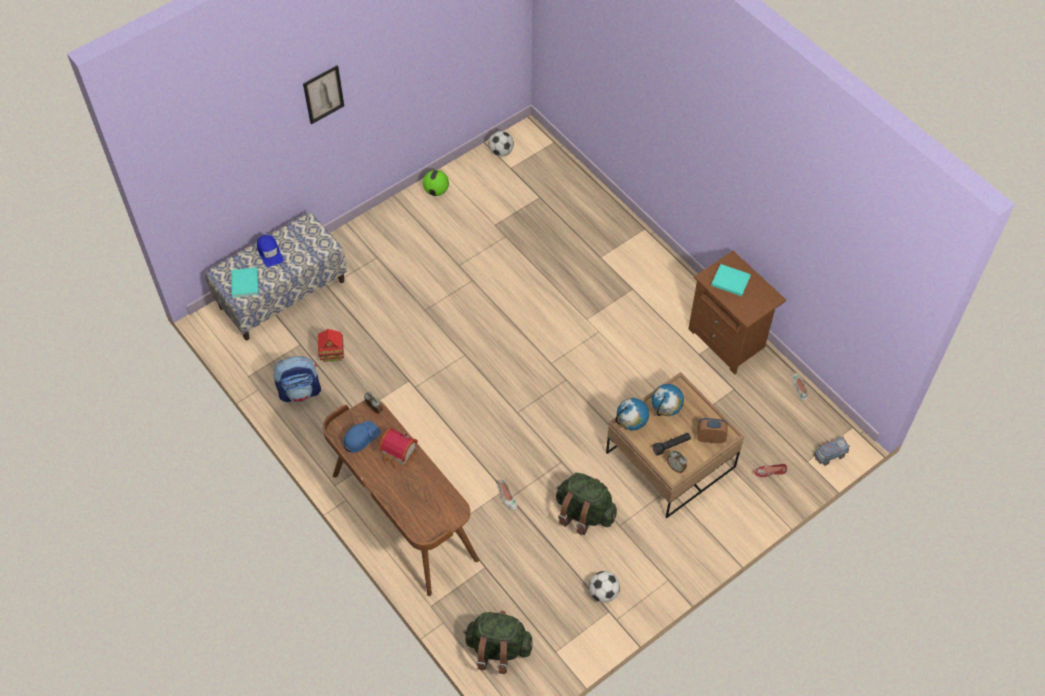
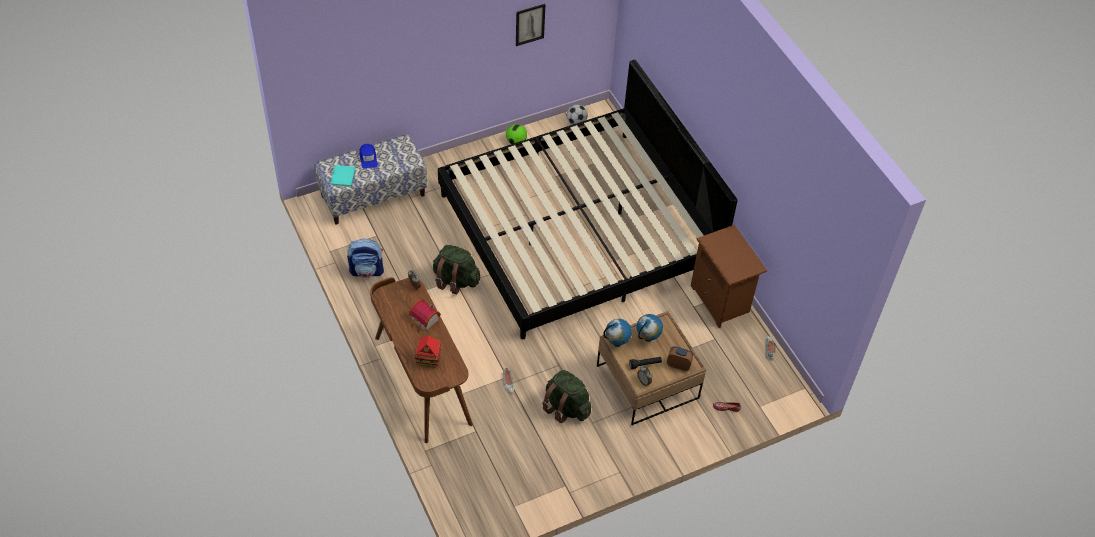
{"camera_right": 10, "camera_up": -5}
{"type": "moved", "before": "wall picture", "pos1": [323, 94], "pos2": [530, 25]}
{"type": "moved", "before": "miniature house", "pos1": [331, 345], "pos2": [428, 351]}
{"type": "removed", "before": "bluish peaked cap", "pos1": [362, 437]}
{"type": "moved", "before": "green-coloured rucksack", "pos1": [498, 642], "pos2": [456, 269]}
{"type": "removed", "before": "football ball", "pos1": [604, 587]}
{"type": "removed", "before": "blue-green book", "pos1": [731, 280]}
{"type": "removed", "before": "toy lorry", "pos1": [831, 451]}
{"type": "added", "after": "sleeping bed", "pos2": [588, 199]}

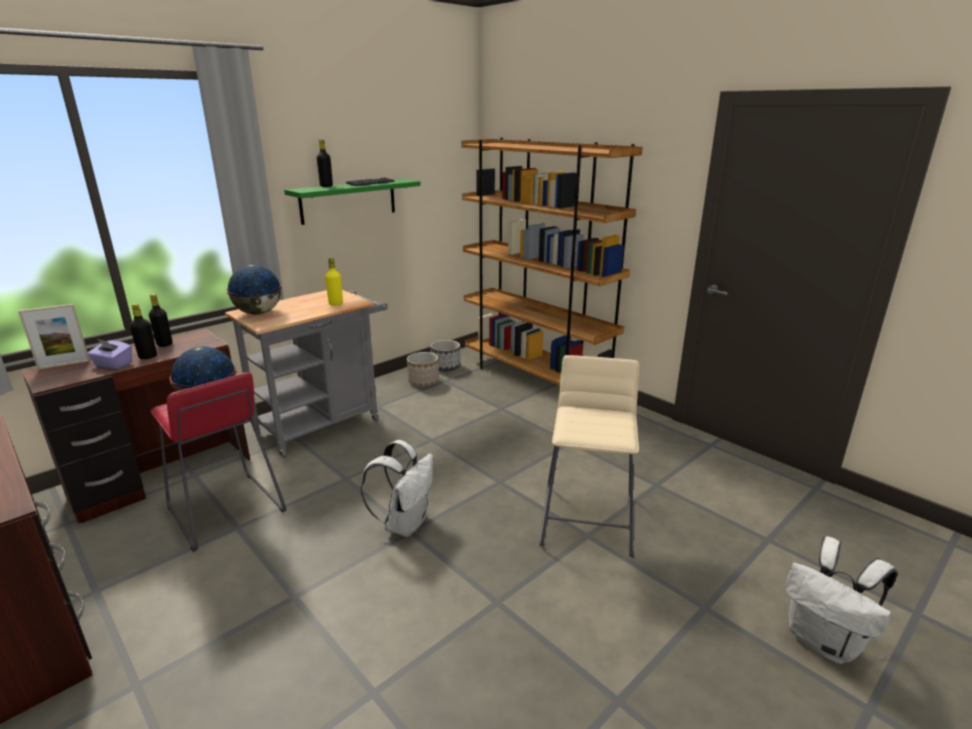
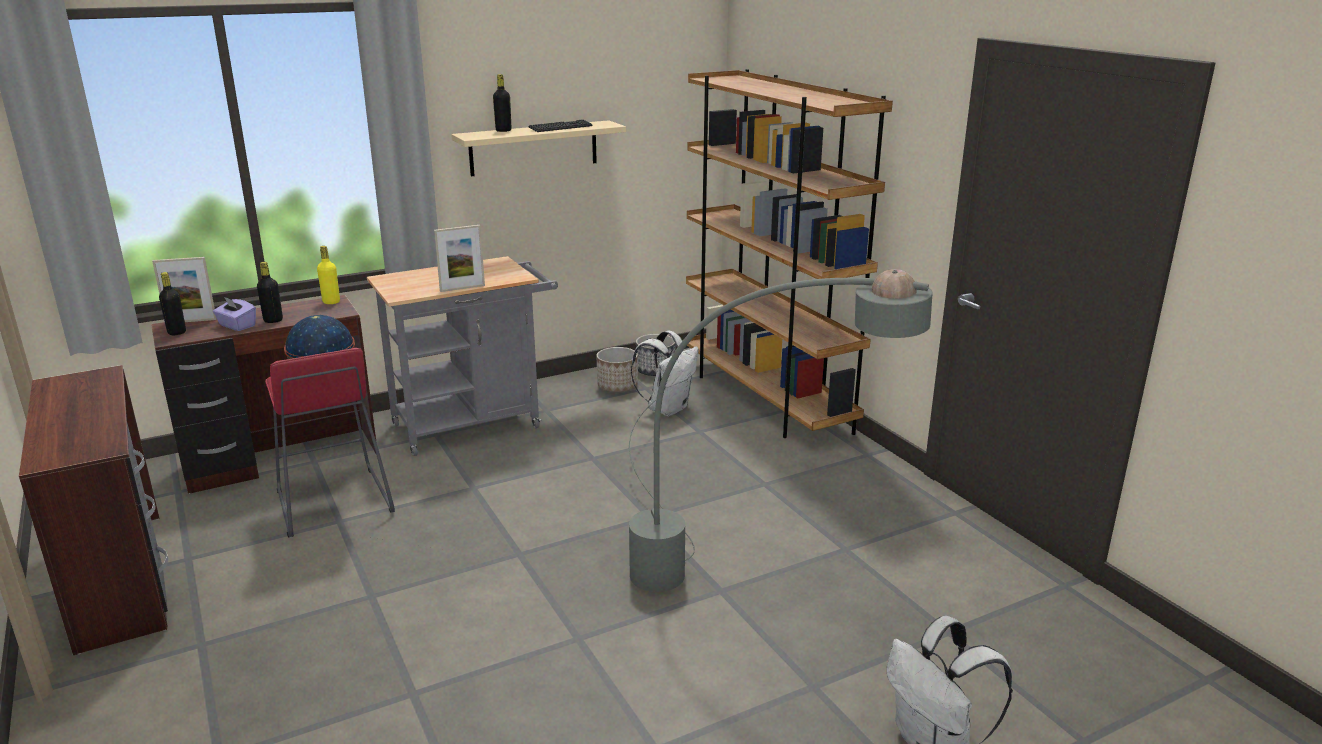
{"camera_right": 15, "camera_up": 0}
{"type": "moved", "before": "black-coloured beverage bottle", "pos1": [161, 320], "pos2": [172, 303]}
{"type": "removed", "before": "world globe", "pos1": [254, 290]}
{"type": "recoloured", "before": "green-coloured shelf", "after": "beige shelf", "pos1": [352, 202], "pos2": [538, 148]}
{"type": "moved", "before": "yellow-coloured beverage bottle", "pos1": [334, 282], "pos2": [328, 275]}
{"type": "moved", "before": "whitish rucksack", "pos1": [397, 488], "pos2": [665, 374]}
{"type": "replaced", "before": "beige sitting stool", "after": "grey floor lamp", "pos1": [589, 456], "pos2": [781, 430]}
{"type": "added", "after": "standing frame", "pos2": [459, 258]}

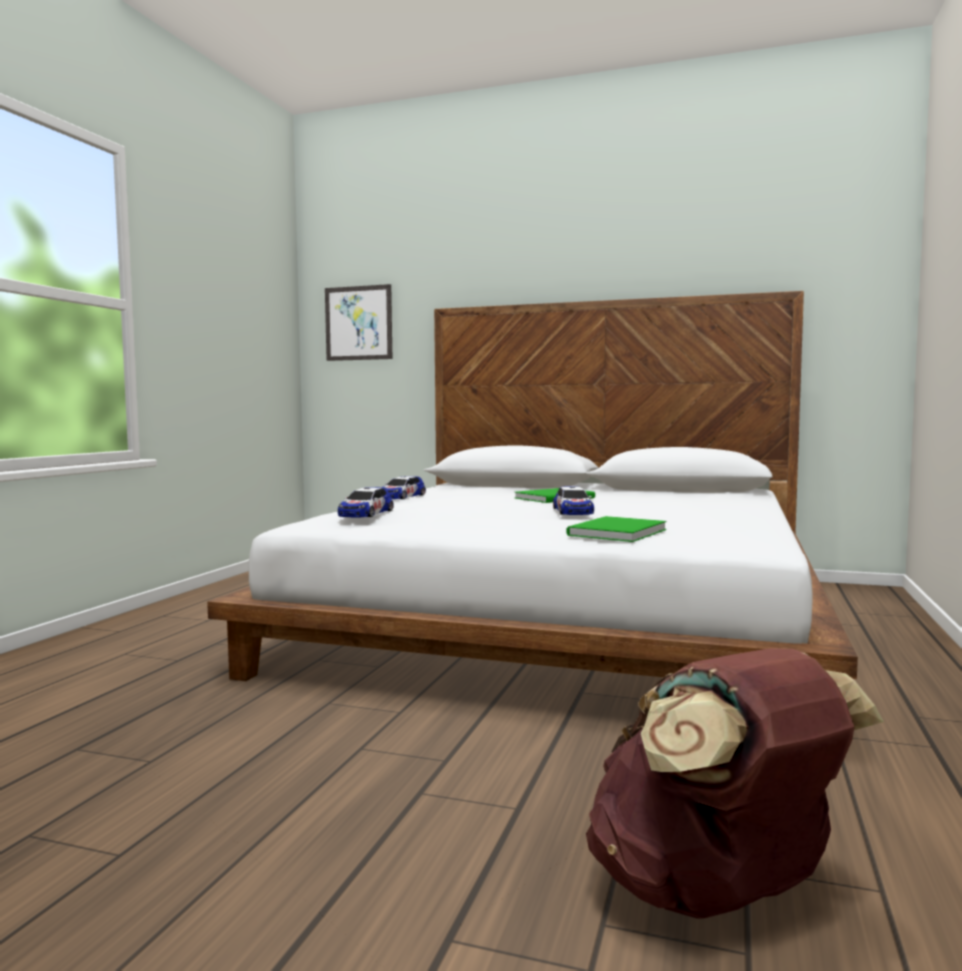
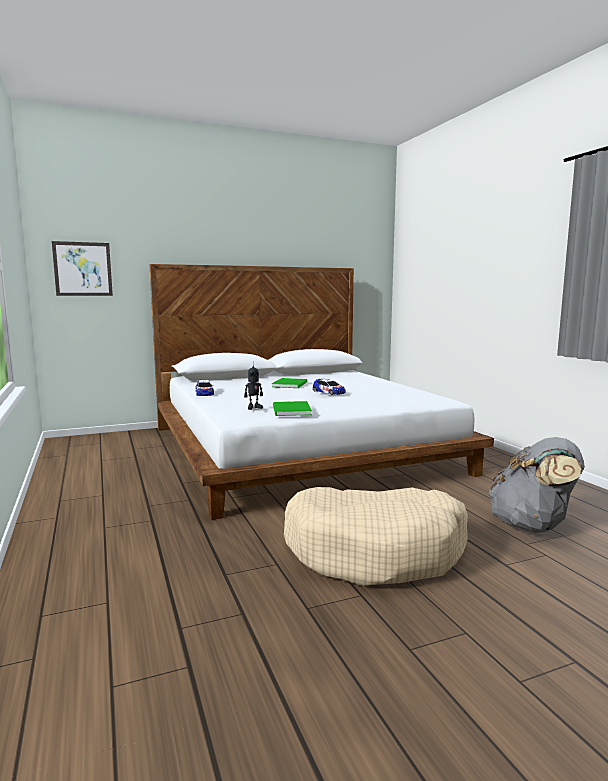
{"camera_right": -40, "camera_up": 5}
{"type": "replaced", "before": "miniature car", "after": "toy robot", "pos1": [366, 502], "pos2": [253, 388]}
{"type": "moved", "before": "green-coloured book", "pos1": [616, 529], "pos2": [292, 408]}
{"type": "recoloured", "before": "brownish rucksack", "after": "grey rucksack", "pos1": [735, 783], "pos2": [537, 485]}
{"type": "added", "after": "beige dog bed", "pos2": [376, 536]}

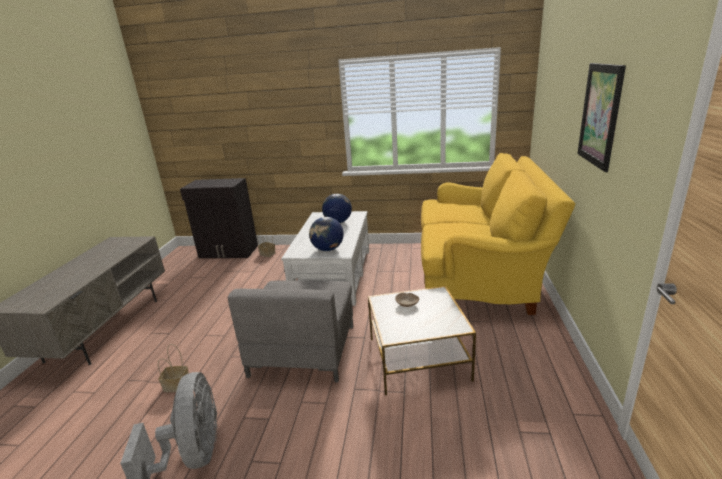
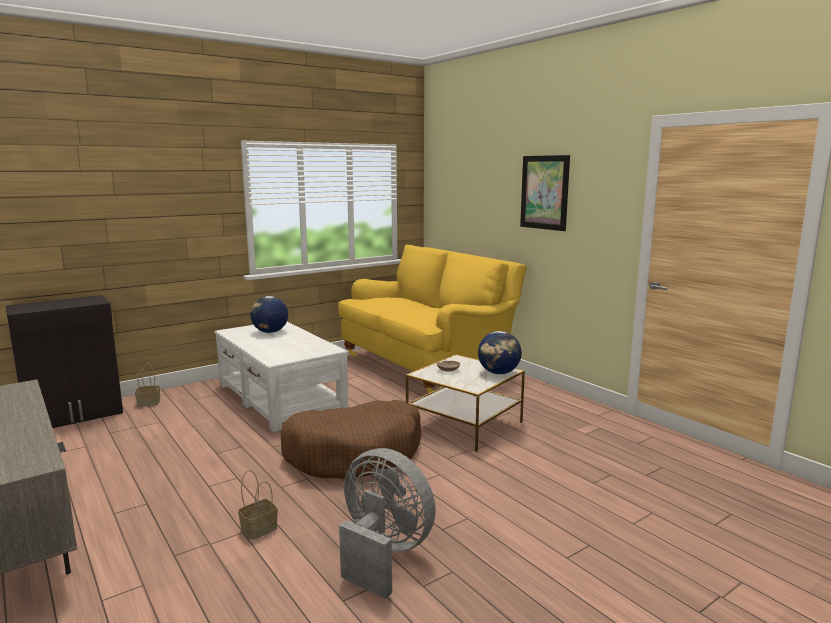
{"camera_right": -45, "camera_up": -10}
{"type": "replaced", "before": "grey armchair", "after": "brownish dog bed", "pos1": [290, 331], "pos2": [350, 439]}
{"type": "moved", "before": "world globe", "pos1": [326, 234], "pos2": [500, 352]}

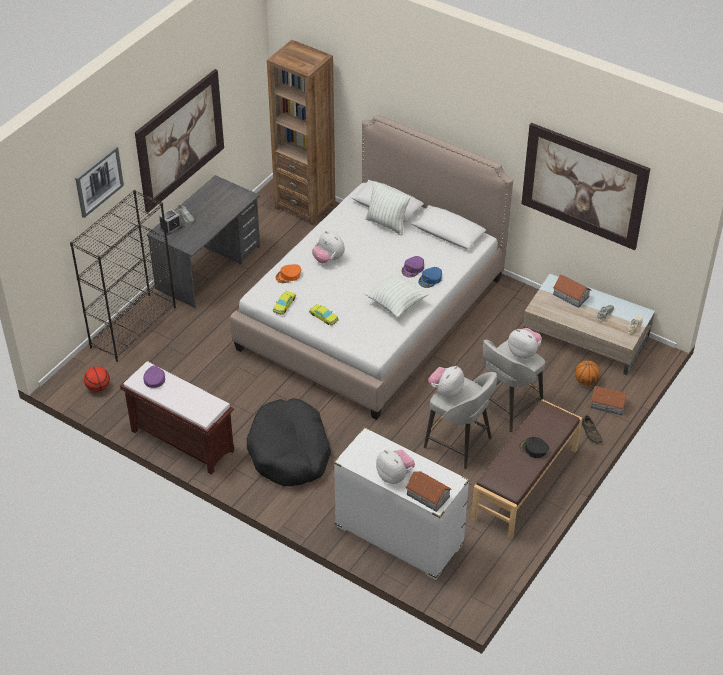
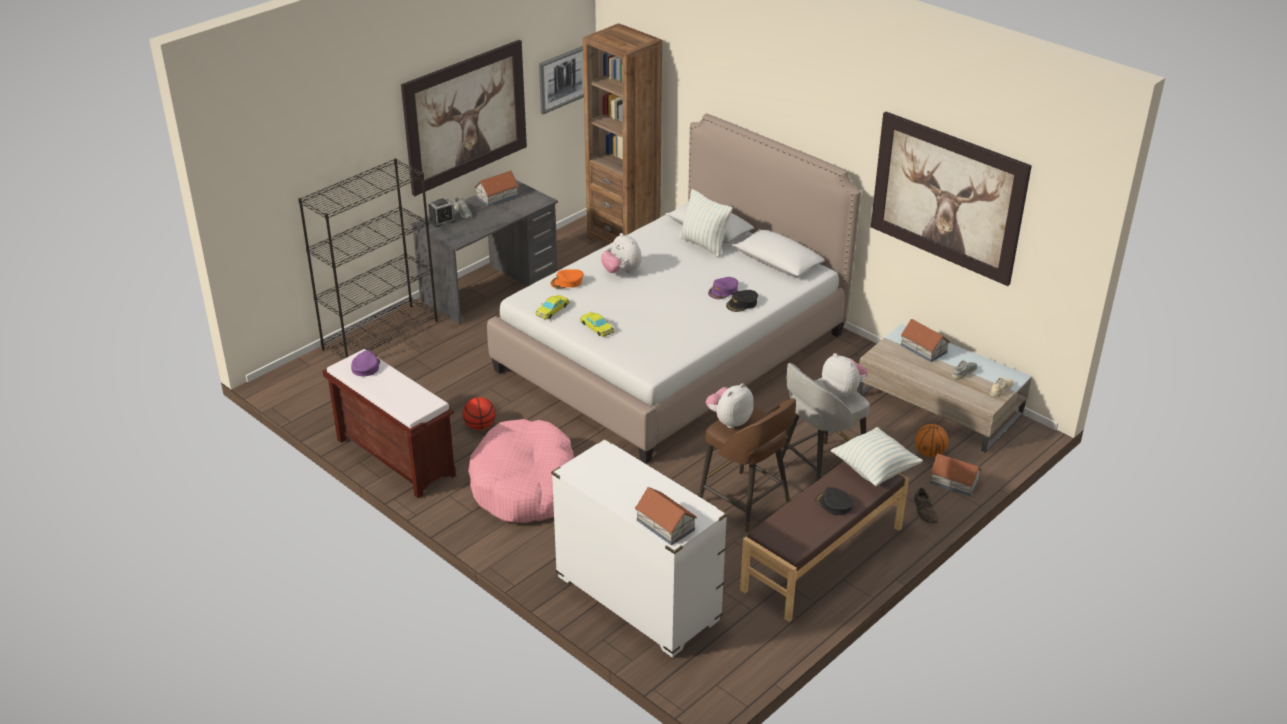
{"camera_right": 10, "camera_up": -10}
{"type": "moved", "before": "wall picture", "pos1": [99, 182], "pos2": [561, 80]}
{"type": "moved", "before": "basketball ball", "pos1": [97, 379], "pos2": [479, 413]}
{"type": "recoloured", "before": "black-coloured dog bed", "after": "pink dog bed", "pos1": [289, 442], "pos2": [521, 471]}
{"type": "moved", "before": "pillow", "pos1": [396, 295], "pos2": [877, 456]}
{"type": "removed", "before": "cuddly toy", "pos1": [395, 466]}
{"type": "recoloured", "before": "bluish peaked cap", "after": "black-coloured peaked cap", "pos1": [430, 277], "pos2": [742, 301]}
{"type": "recoloured", "before": "grey sitting stool", "after": "brownish sitting stool", "pos1": [460, 420], "pos2": [747, 465]}
{"type": "added", "after": "miniature house", "pos2": [496, 189]}

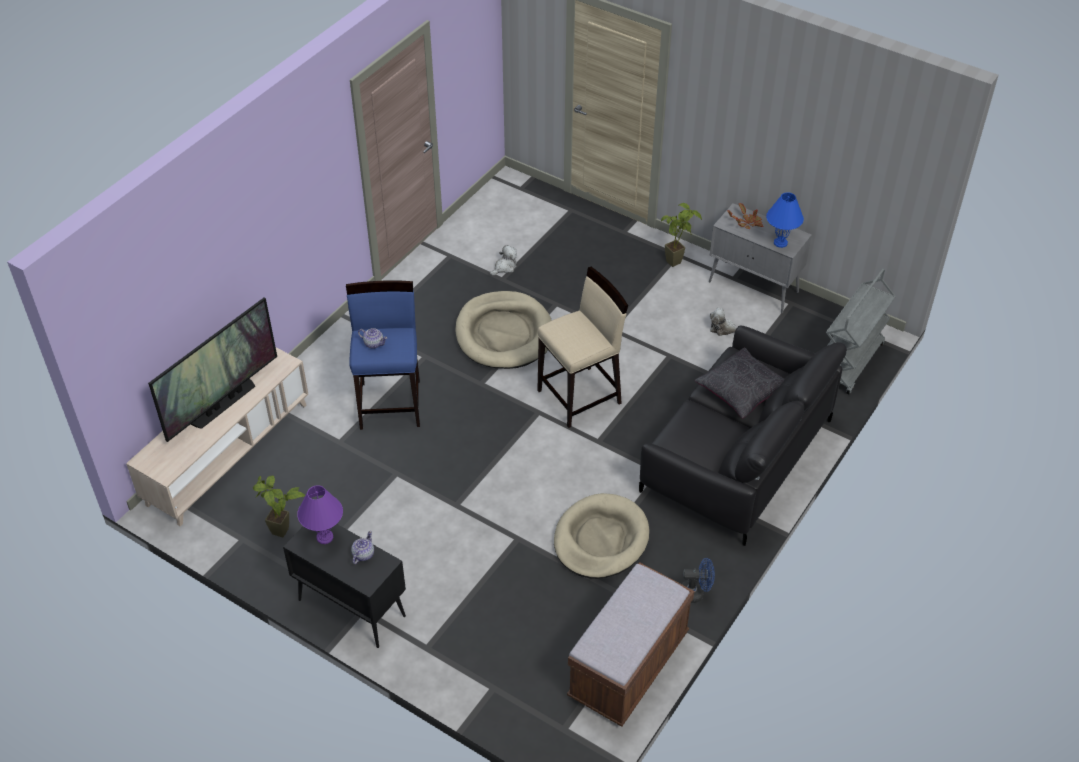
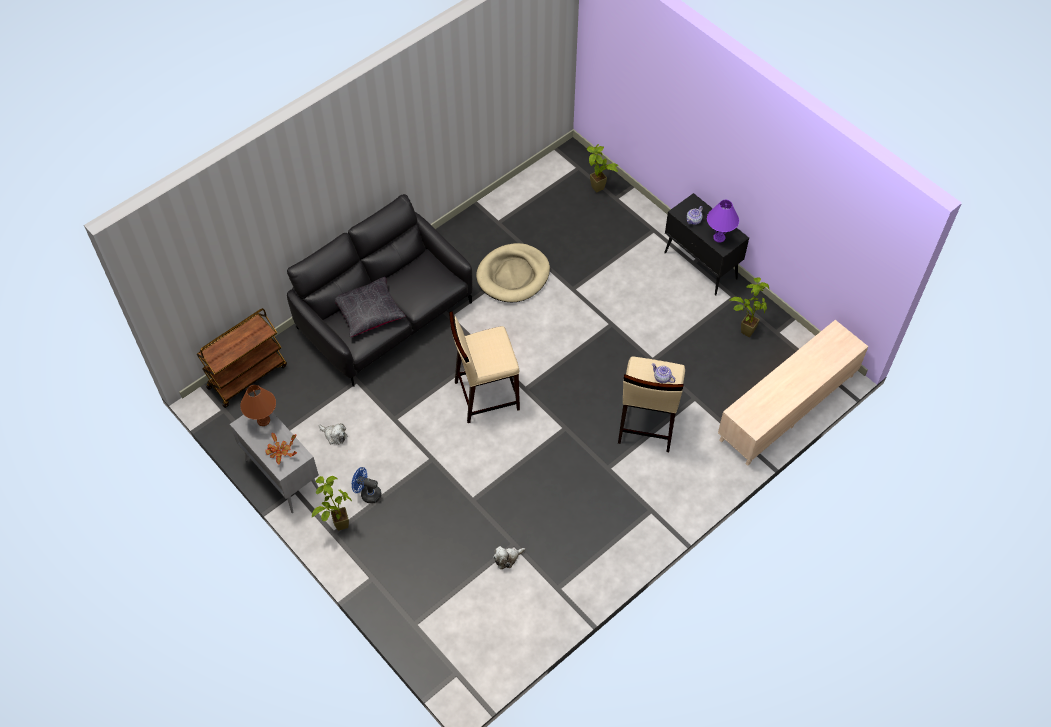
{"camera_right": -165, "camera_up": 10}
{"type": "removed", "before": "TV set", "pos1": [212, 369]}
{"type": "recoloured", "before": "bluish sitting stool", "after": "beige sitting stool", "pos1": [383, 355], "pos2": [651, 404]}
{"type": "removed", "before": "beige dog bed", "pos1": [503, 330]}
{"type": "removed", "before": "brownish indoor bench", "pos1": [630, 644]}
{"type": "moved", "before": "bluish fan", "pos1": [698, 580], "pos2": [366, 485]}
{"type": "recoloured", "before": "bluish lamp for a table", "after": "brownish lamp for a table", "pos1": [785, 220], "pos2": [258, 405]}
{"type": "recoloured", "before": "grey wheeled cart", "after": "brownish wheeled cart", "pos1": [861, 332], "pos2": [242, 358]}
{"type": "added", "after": "potted plant", "pos2": [602, 168]}

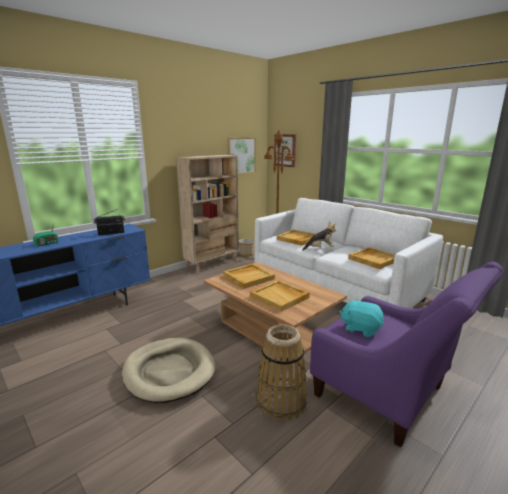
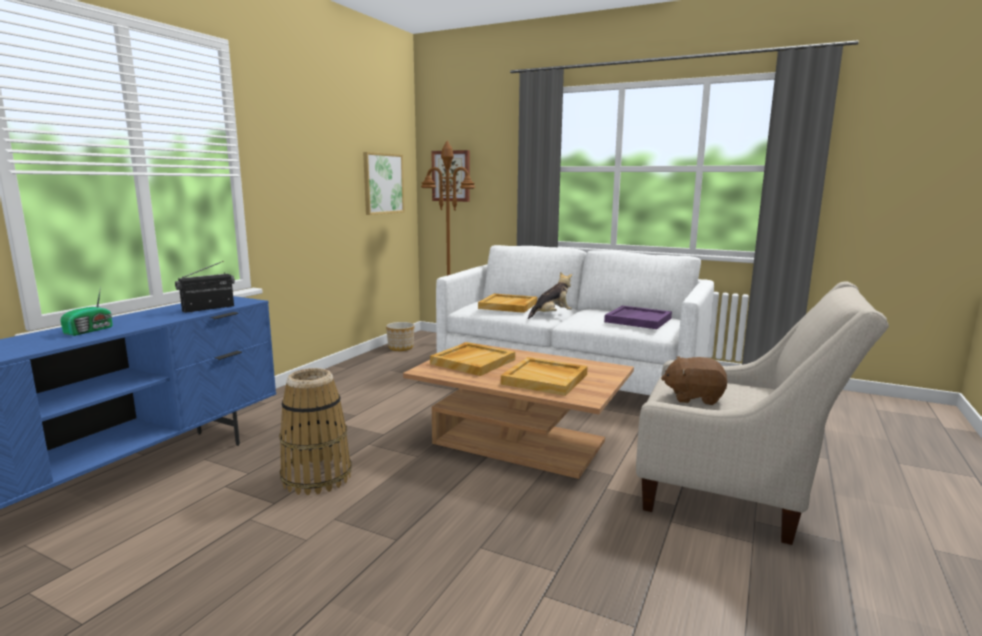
{"camera_right": -20, "camera_up": -5}
{"type": "removed", "before": "beige dog bed", "pos1": [169, 370]}
{"type": "removed", "before": "beige bookcase", "pos1": [207, 214]}
{"type": "moved", "before": "household basket", "pos1": [281, 372], "pos2": [315, 431]}
{"type": "recoloured", "before": "purple armchair", "after": "beige armchair", "pos1": [407, 354], "pos2": [762, 413]}
{"type": "recoloured", "before": "blue-green cuddly toy", "after": "brownish cuddly toy", "pos1": [362, 317], "pos2": [694, 380]}
{"type": "recoloured", "before": "beige tray", "after": "purple tray", "pos1": [371, 258], "pos2": [638, 317]}

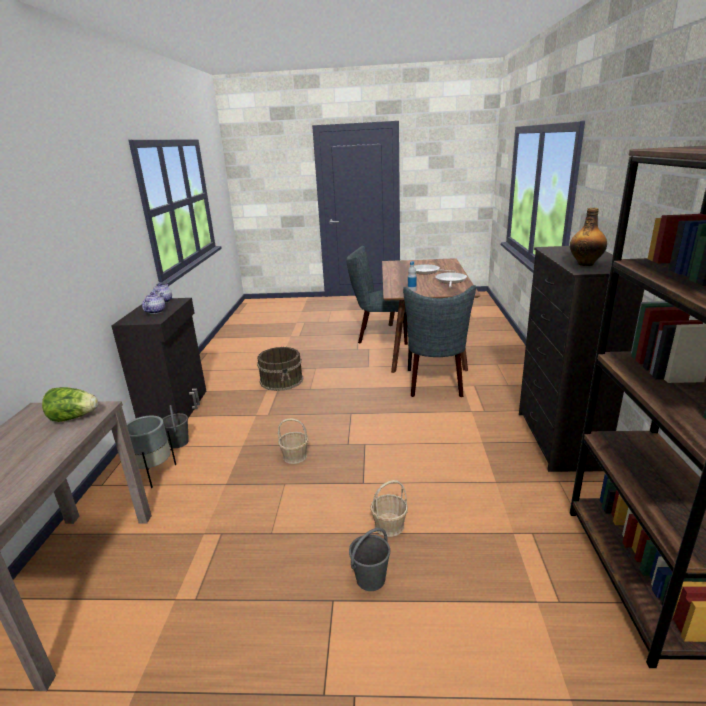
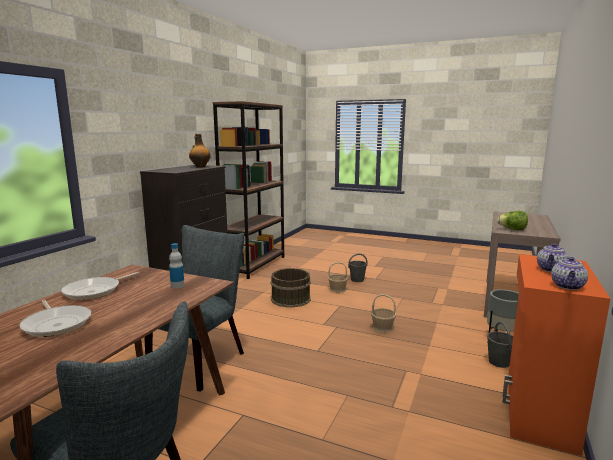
{"camera_right": -160, "camera_up": -10}
{"type": "recoloured", "before": "black-coloured storage cabinet", "after": "orangey storage cabinet", "pos1": [158, 358], "pos2": [556, 355]}
{"type": "moved", "before": "brownish bucket", "pos1": [280, 369], "pos2": [291, 287]}

